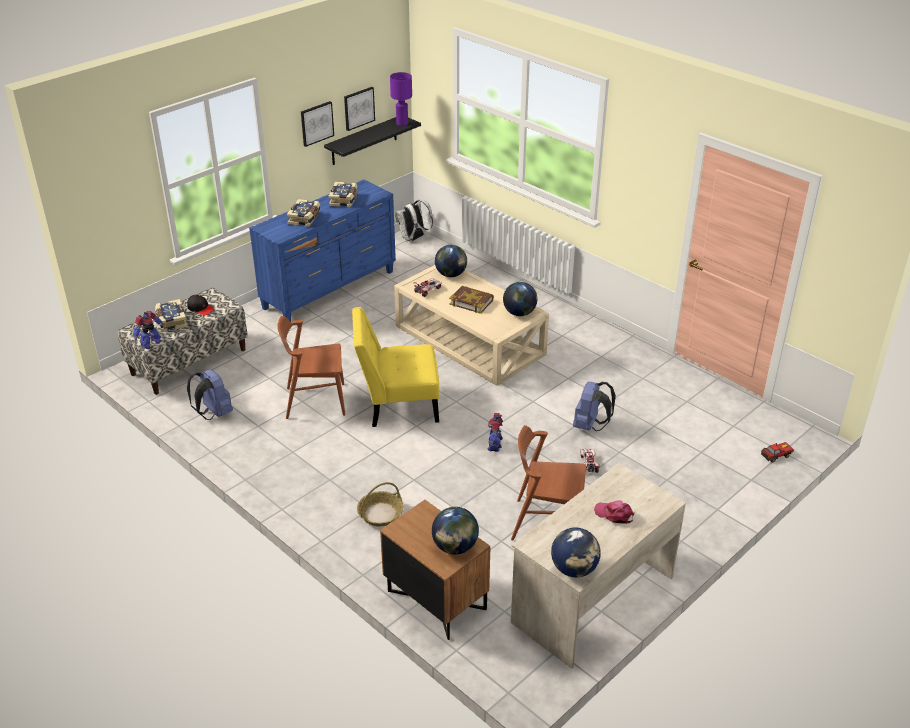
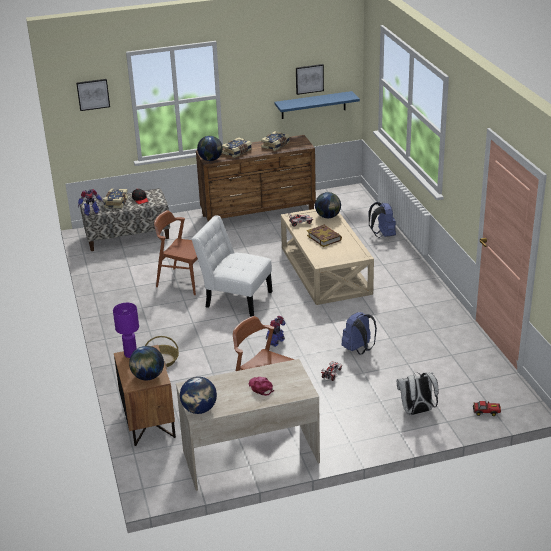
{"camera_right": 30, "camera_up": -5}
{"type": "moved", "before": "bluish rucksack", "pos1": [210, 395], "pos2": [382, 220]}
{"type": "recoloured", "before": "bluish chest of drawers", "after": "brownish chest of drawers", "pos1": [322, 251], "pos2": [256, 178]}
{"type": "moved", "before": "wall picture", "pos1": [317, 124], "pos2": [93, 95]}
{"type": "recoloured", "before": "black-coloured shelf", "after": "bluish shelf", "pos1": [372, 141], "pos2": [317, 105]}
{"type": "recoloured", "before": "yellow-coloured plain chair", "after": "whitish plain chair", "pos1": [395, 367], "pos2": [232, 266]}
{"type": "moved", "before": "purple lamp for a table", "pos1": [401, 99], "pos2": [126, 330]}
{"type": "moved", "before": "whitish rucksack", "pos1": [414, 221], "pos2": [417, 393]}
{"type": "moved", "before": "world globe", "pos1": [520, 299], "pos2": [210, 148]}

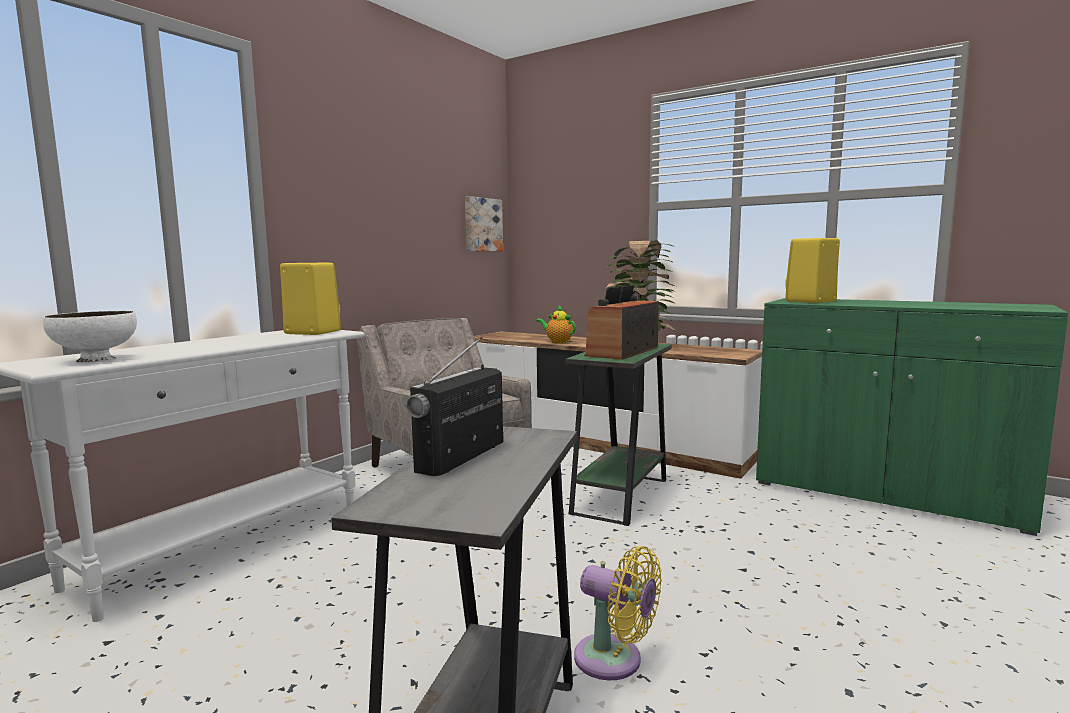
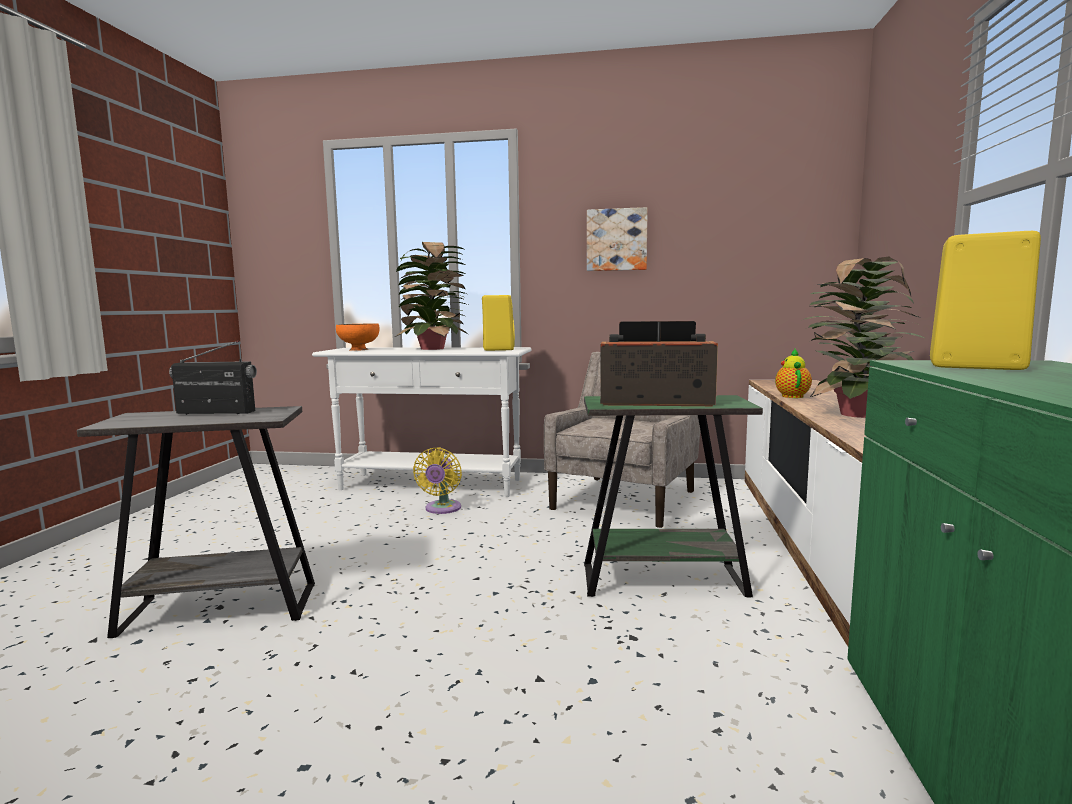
{"camera_right": 65, "camera_up": 0}
{"type": "recoloured", "before": "whitish bowl", "after": "orangey bowl", "pos1": [90, 337], "pos2": [358, 337]}
{"type": "moved", "before": "wall picture", "pos1": [484, 223], "pos2": [617, 239]}
{"type": "moved", "before": "yellow-coloured fan", "pos1": [618, 613], "pos2": [437, 480]}
{"type": "added", "after": "potted plant", "pos2": [431, 296]}

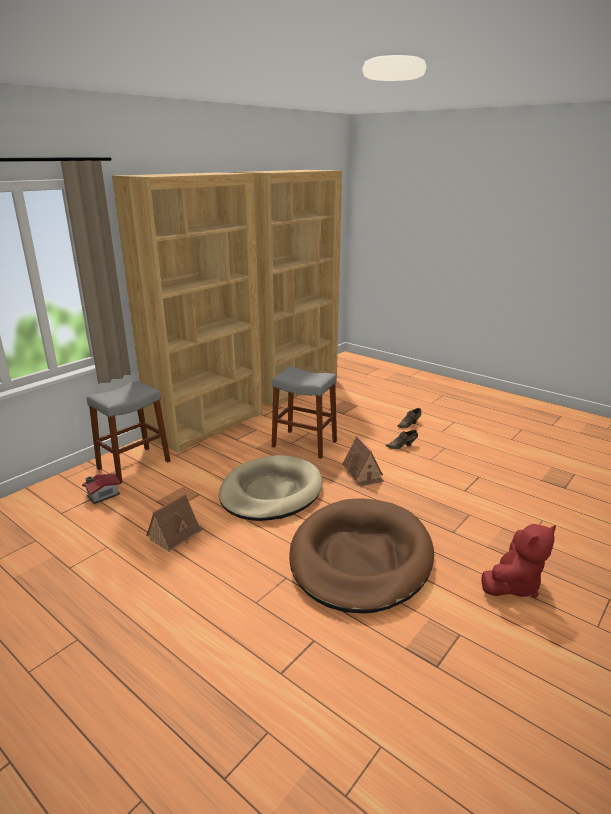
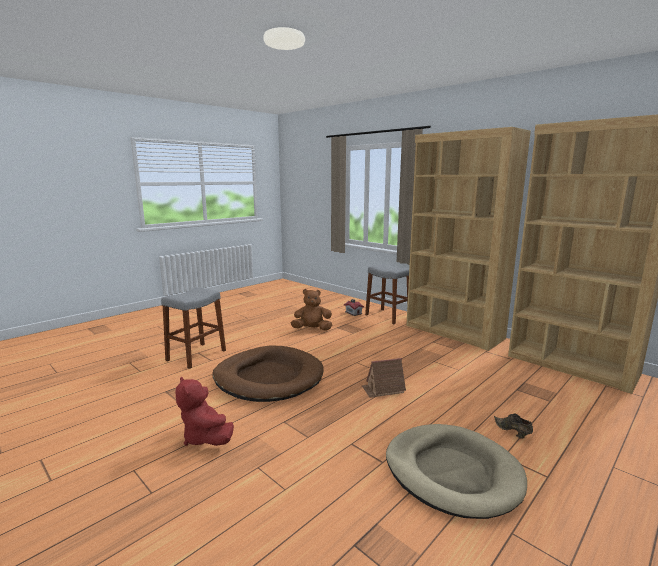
{"camera_right": 95, "camera_up": -10}
{"type": "replaced", "before": "miniature house", "after": "brownish cuddly toy", "pos1": [175, 523], "pos2": [311, 310]}
{"type": "moved", "before": "beige dog bed", "pos1": [270, 488], "pos2": [456, 471]}
{"type": "moved", "before": "grey sitting stool", "pos1": [304, 413], "pos2": [193, 328]}
{"type": "removed", "before": "brownish shoe", "pos1": [402, 439]}

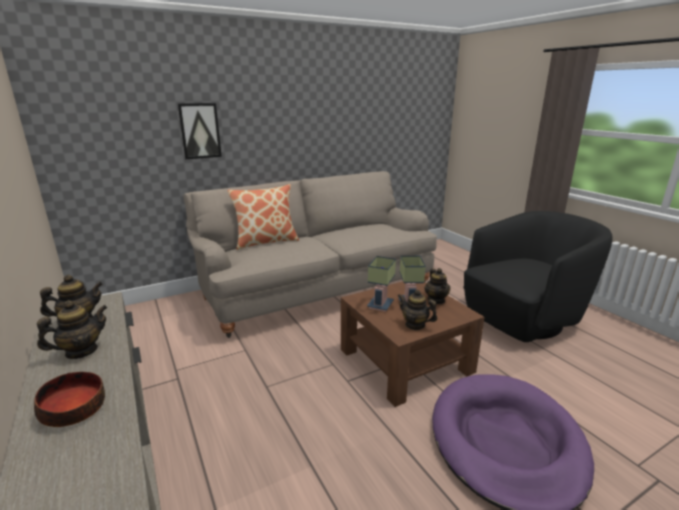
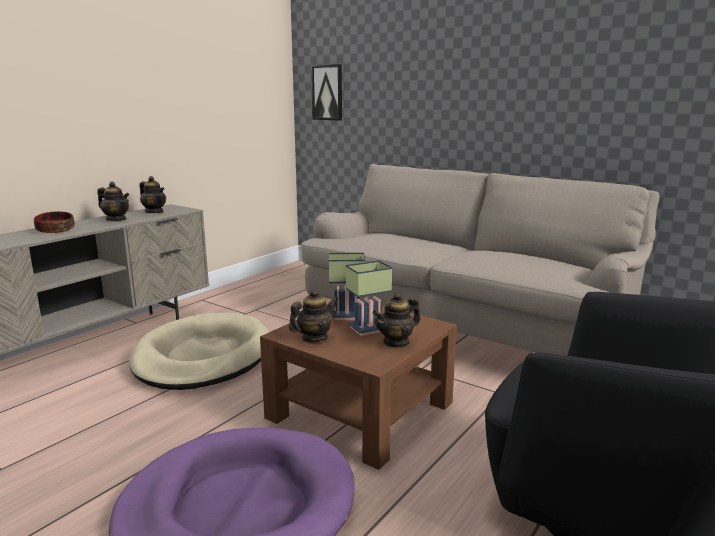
{"camera_right": 65, "camera_up": -5}
{"type": "moved", "before": "wall picture", "pos1": [200, 131], "pos2": [326, 92]}
{"type": "removed", "before": "pillow", "pos1": [263, 217]}
{"type": "turned", "before": "pot for tea", "pos1": [417, 310], "pos2": [314, 315], "turn": 45}
{"type": "added", "after": "beige dog bed", "pos2": [199, 351]}

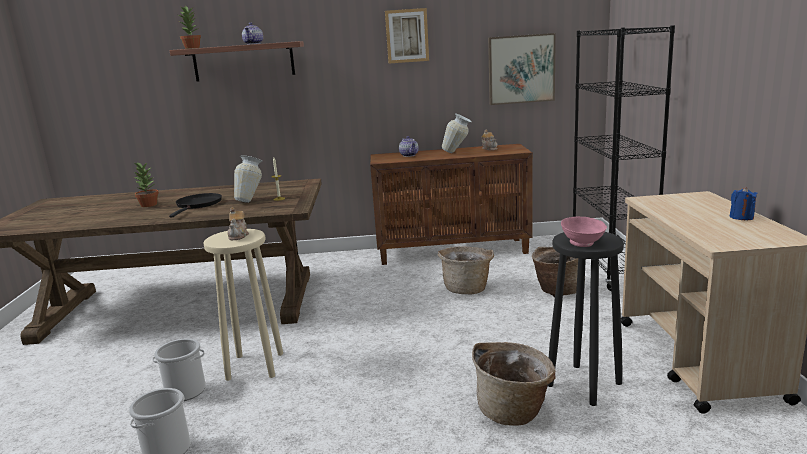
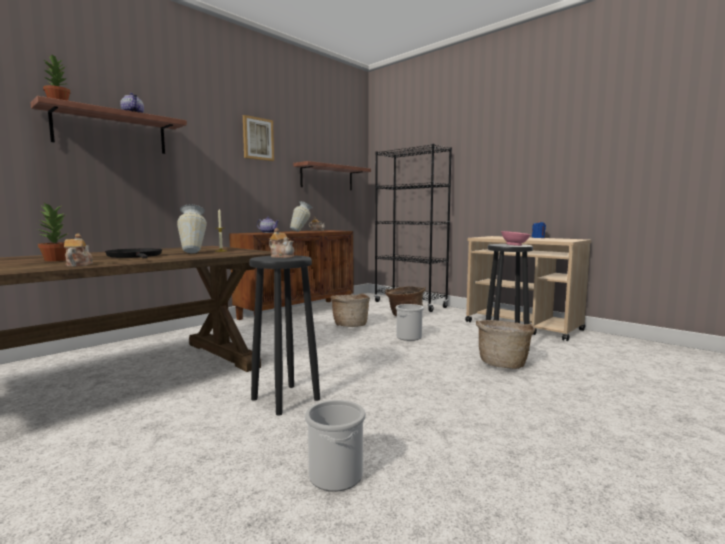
{"camera_right": -45, "camera_up": -10}
{"type": "moved", "before": "bucket", "pos1": [179, 369], "pos2": [410, 322]}
{"type": "recoloured", "before": "beige sitting stool", "after": "black-coloured sitting stool", "pos1": [243, 305], "pos2": [284, 335]}
{"type": "replaced", "before": "wall picture", "after": "shelf", "pos1": [522, 69], "pos2": [332, 175]}
{"type": "added", "after": "pot for tea", "pos2": [78, 250]}

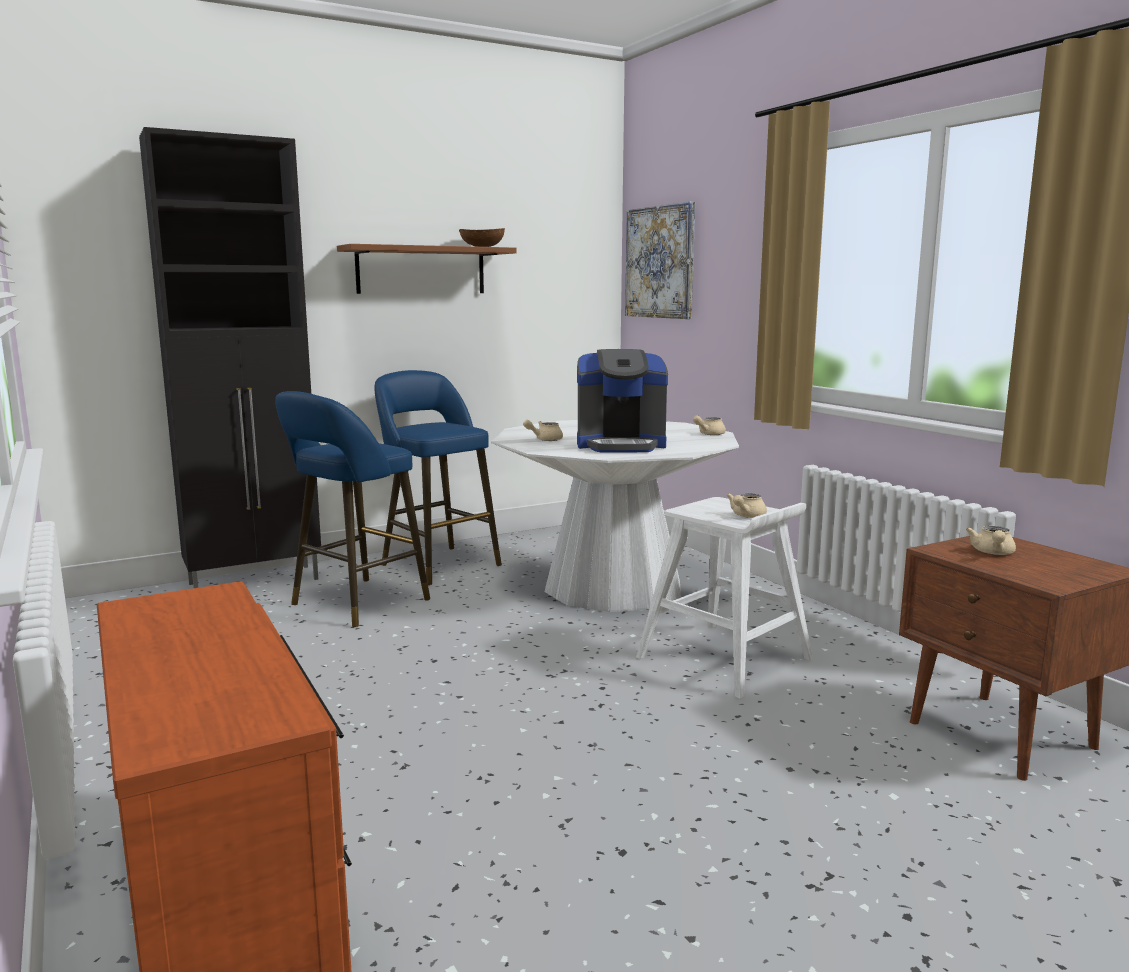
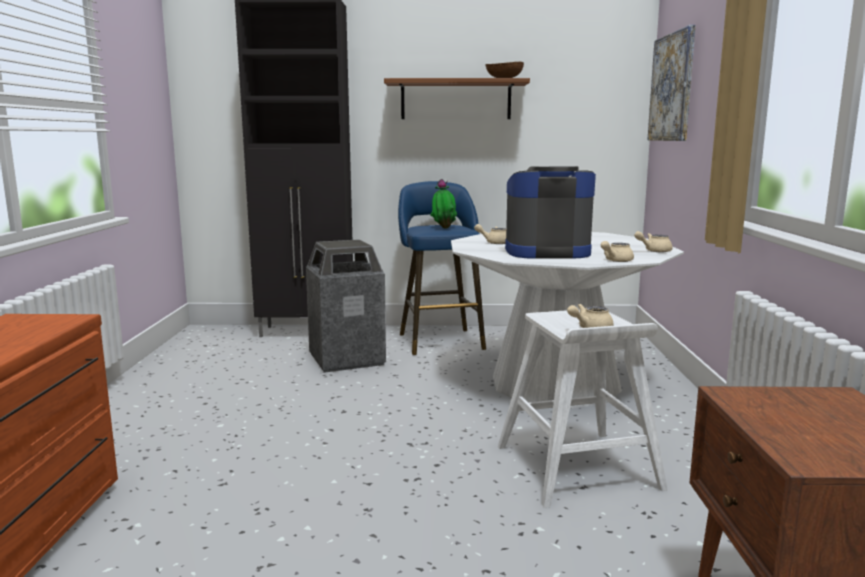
{"camera_right": 30, "camera_up": 0}
{"type": "replaced", "before": "bluish sitting stool", "after": "trash can", "pos1": [352, 509], "pos2": [346, 306]}
{"type": "turned", "before": "coffee machine", "pos1": [622, 400], "pos2": [550, 212], "turn": 150}
{"type": "moved", "before": "beige pot for tea", "pos1": [991, 540], "pos2": [617, 251]}
{"type": "added", "after": "potted plant", "pos2": [443, 204]}

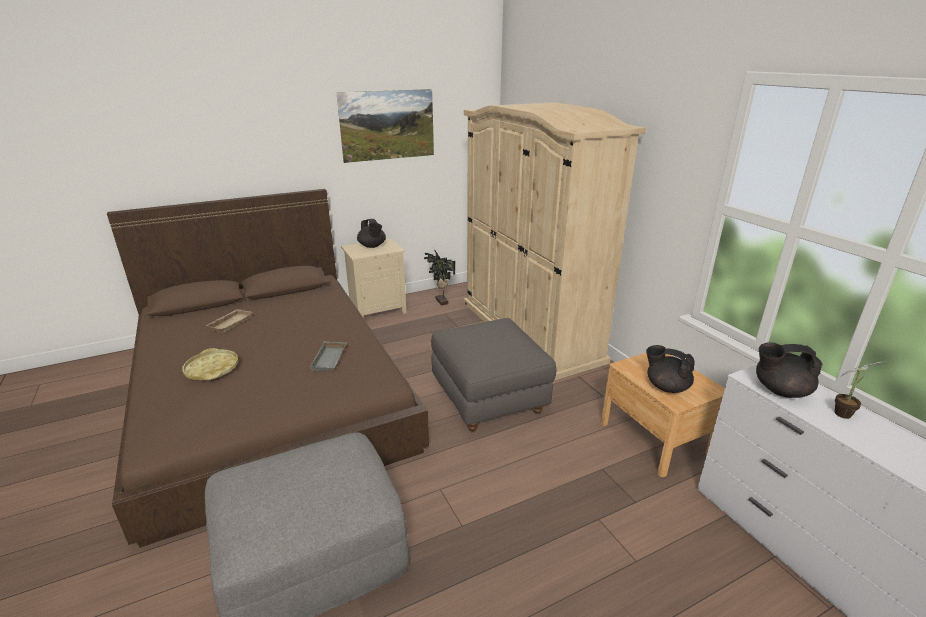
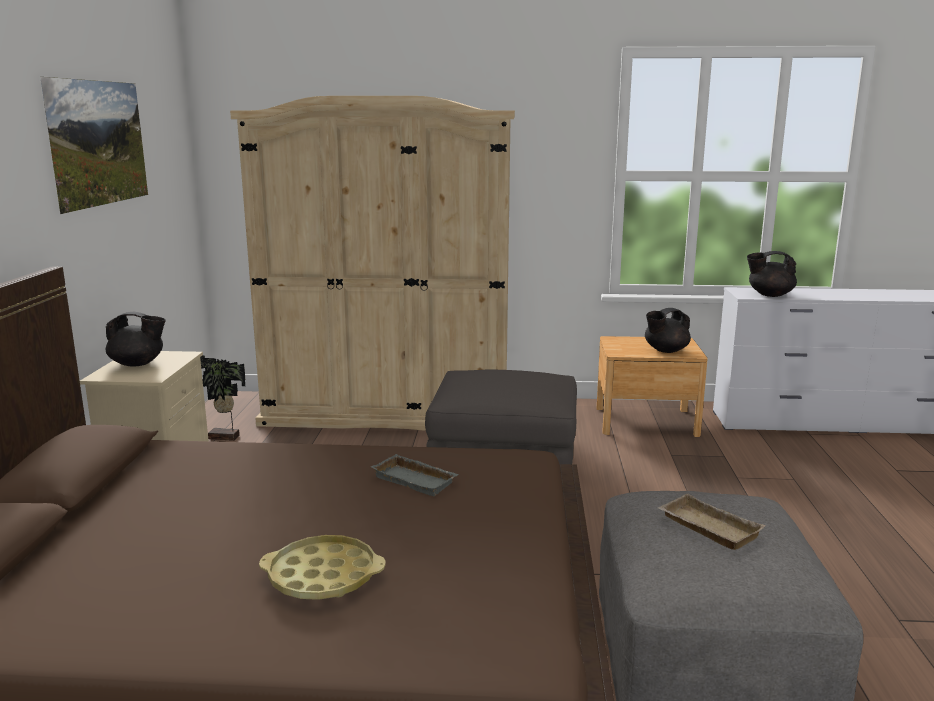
{"camera_right": -60, "camera_up": -10}
{"type": "moved", "before": "beige tray", "pos1": [229, 321], "pos2": [712, 521]}
{"type": "turned", "before": "black-coloured pot for tea", "pos1": [789, 370], "pos2": [772, 274], "turn": 60}
{"type": "removed", "before": "potted plant", "pos1": [858, 390]}

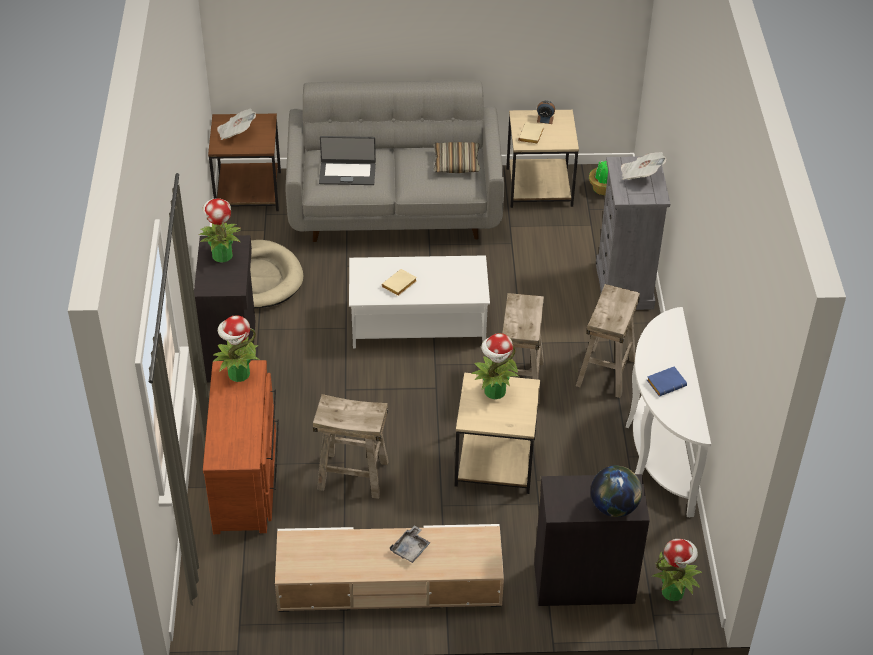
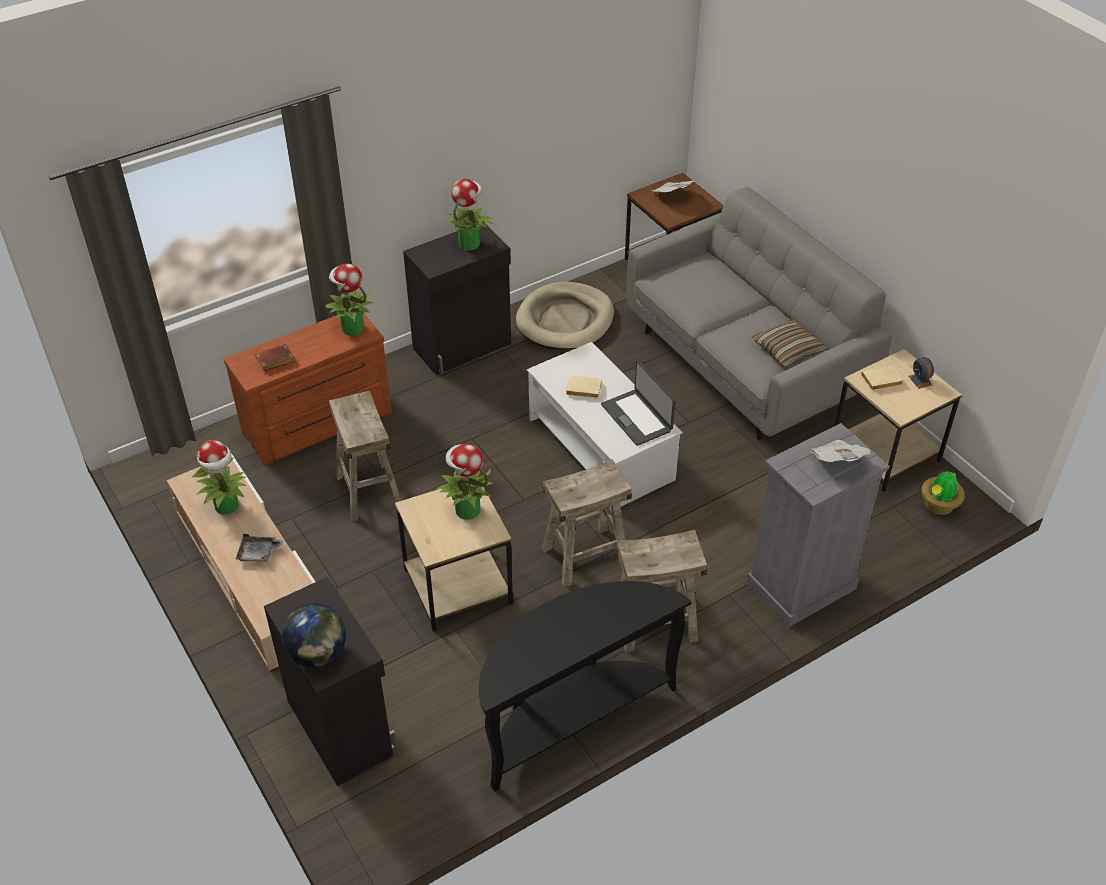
{"camera_right": 60, "camera_up": 0}
{"type": "moved", "before": "laptop", "pos1": [347, 160], "pos2": [638, 403]}
{"type": "recoloured", "before": "whitish console table", "after": "black-coloured console table", "pos1": [668, 412], "pos2": [585, 686]}
{"type": "removed", "before": "bluish book", "pos1": [667, 382]}
{"type": "moved", "before": "potted plant", "pos1": [677, 570], "pos2": [219, 477]}
{"type": "added", "after": "brownish book", "pos2": [275, 358]}

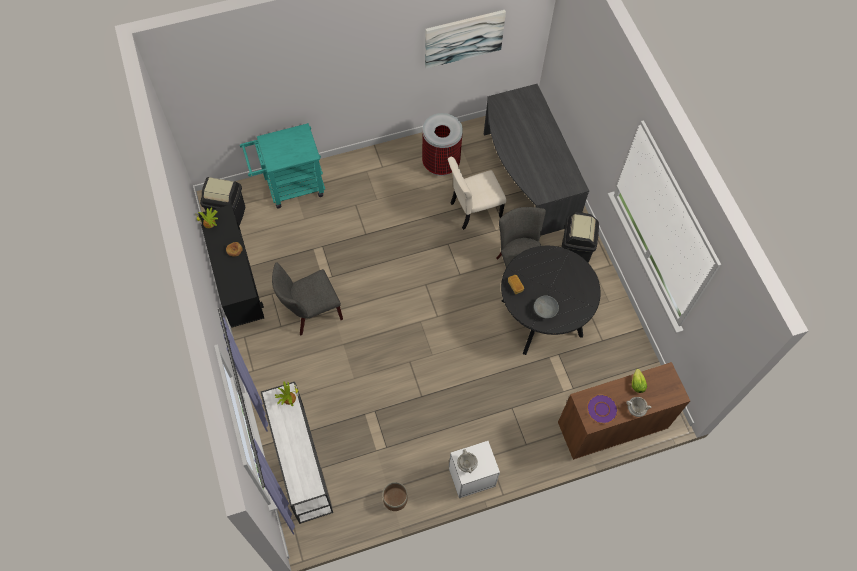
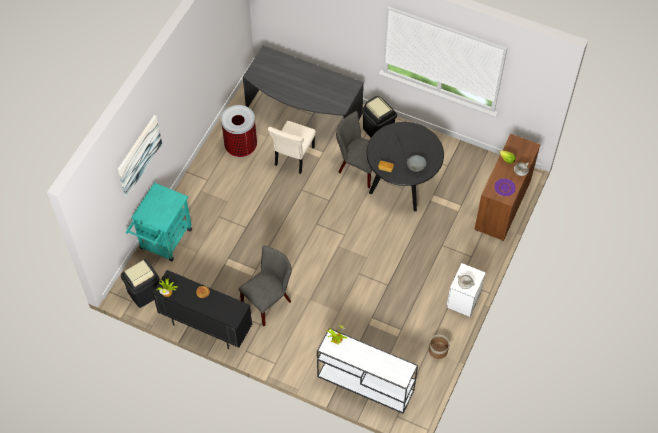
{"camera_right": -45, "camera_up": -5}
{"type": "turned", "before": "grey plain chair", "pos1": [307, 299], "pos2": [265, 286], "turn": -150}
{"type": "moved", "before": "wall picture", "pos1": [465, 39], "pos2": [140, 155]}

